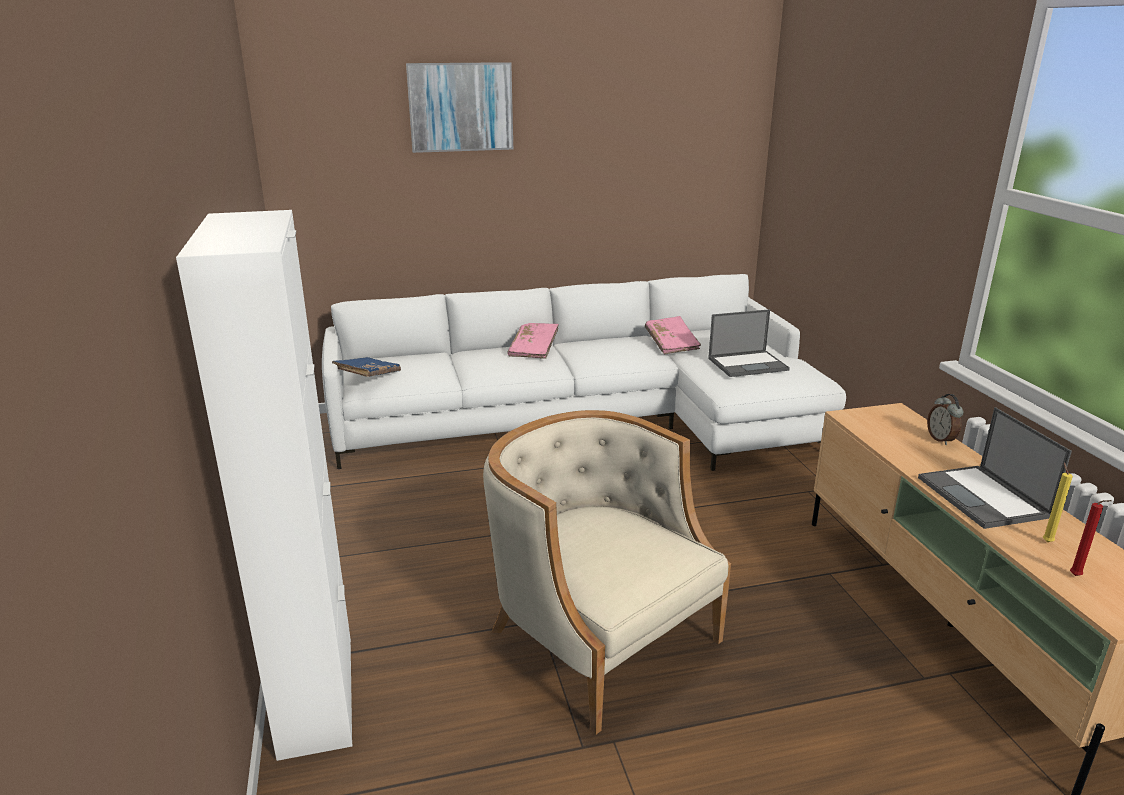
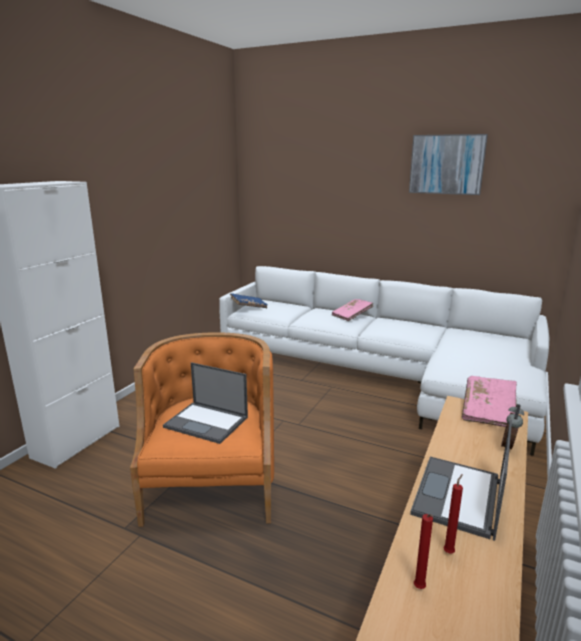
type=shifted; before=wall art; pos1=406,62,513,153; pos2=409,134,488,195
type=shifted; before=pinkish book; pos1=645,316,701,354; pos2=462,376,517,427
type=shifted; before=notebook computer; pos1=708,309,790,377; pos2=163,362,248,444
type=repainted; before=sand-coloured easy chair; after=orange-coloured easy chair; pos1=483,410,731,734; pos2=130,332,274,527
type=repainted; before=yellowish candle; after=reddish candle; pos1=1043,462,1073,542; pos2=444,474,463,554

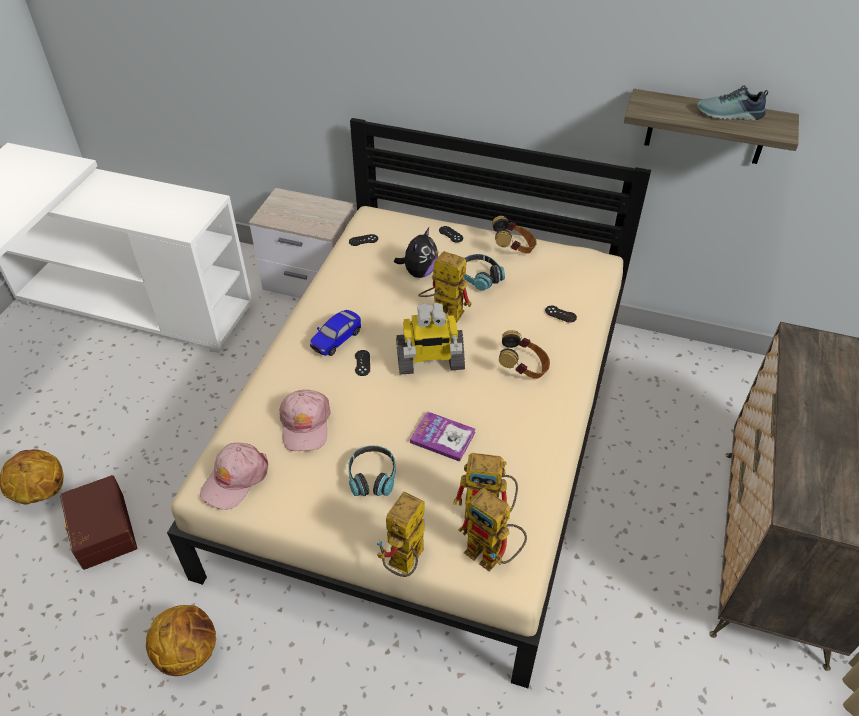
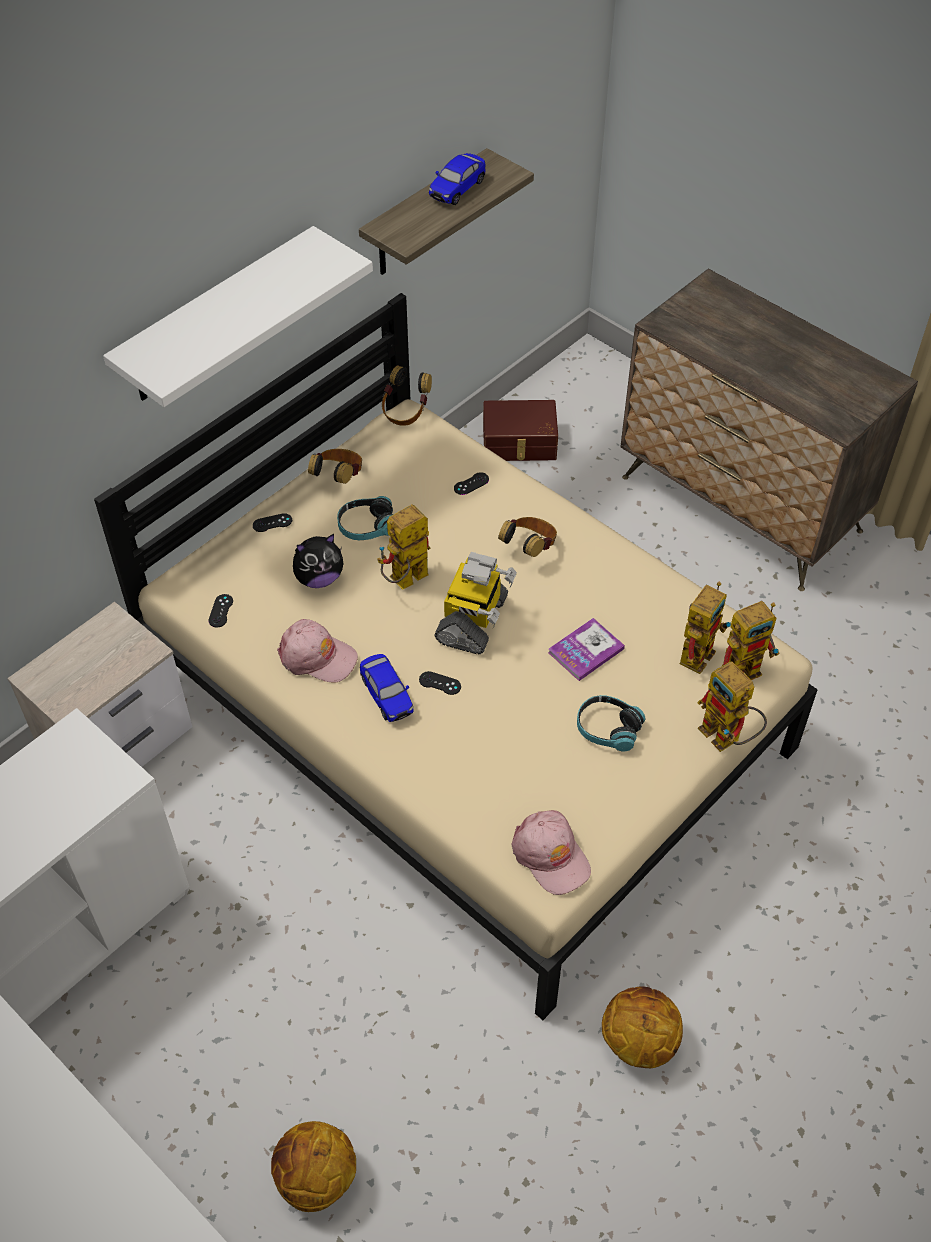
type=new; after=white bracket shelf; pos2=103,226,373,407
type=new; after=headset; pos2=382,365,432,426
type=shifted; before=brown storage bin; pos1=60,475,137,570; pos2=483,400,558,461
type=shifted; before=pinkish baseball cap; pos1=279,390,331,451; pos2=277,619,358,683
type=swapped; before=item of footwear; after=toy car; pos1=697,85,768,120; pos2=429,153,485,205
type=rotated; before=cuddly toy; pos1=394,228,438,278; pos2=293,534,343,588; turn=105

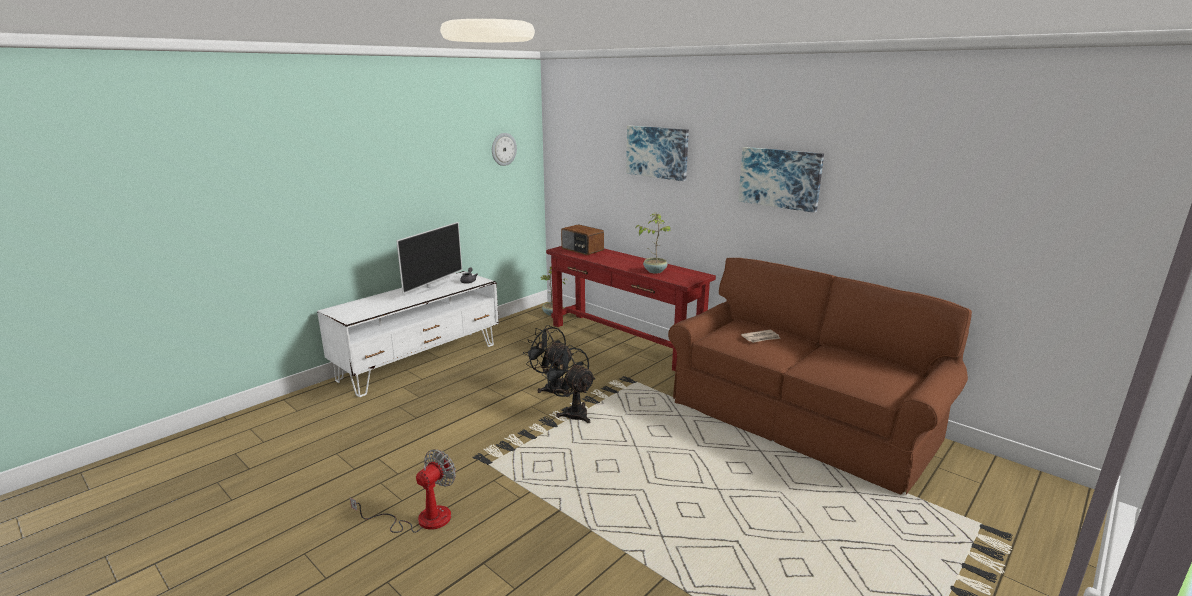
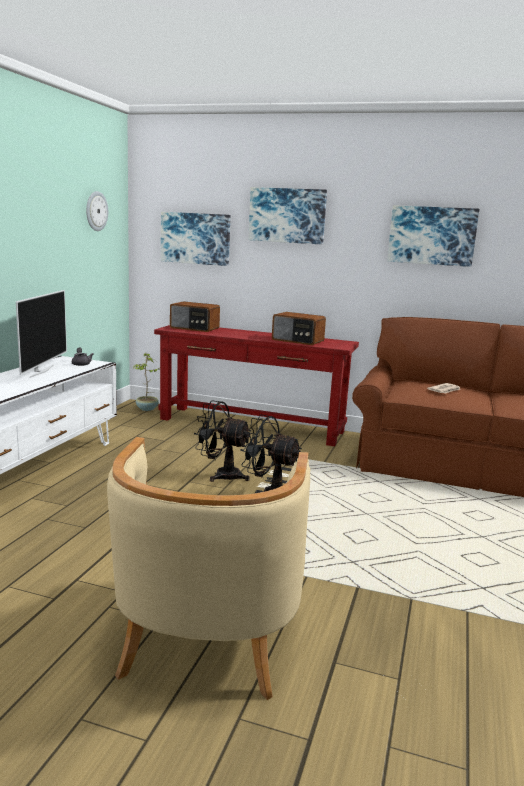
type=new; after=wall art; pos2=161,212,230,266
type=swapped; before=cooling fan; after=sand-coloured easy chair; pos1=350,449,456,533; pos2=107,437,310,700
type=swapped; before=houseplant; after=radio; pos1=636,212,672,274; pos2=272,312,326,345

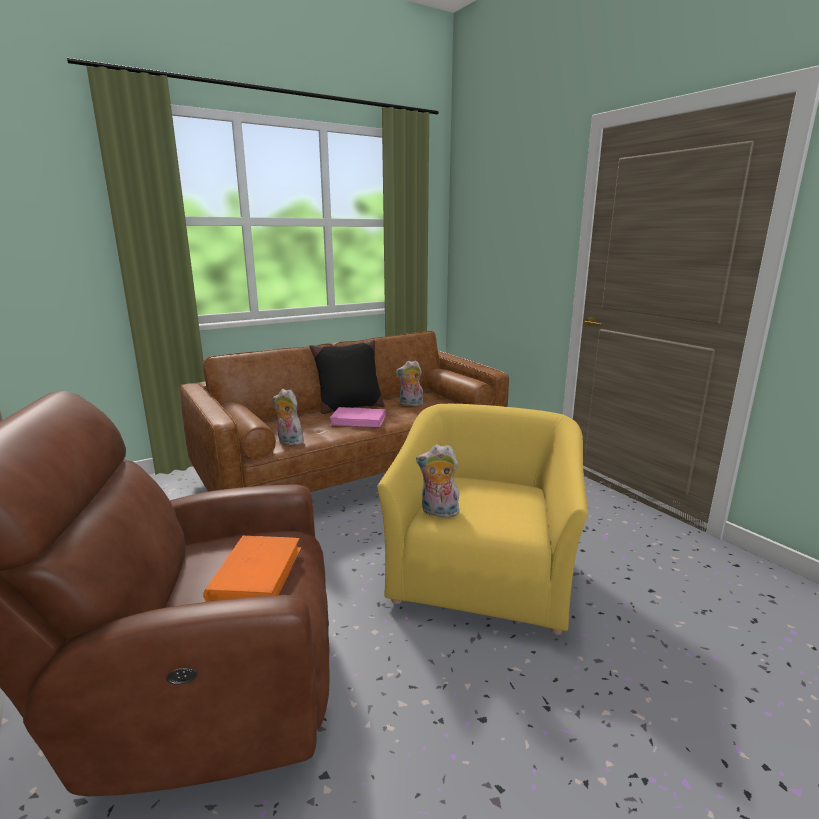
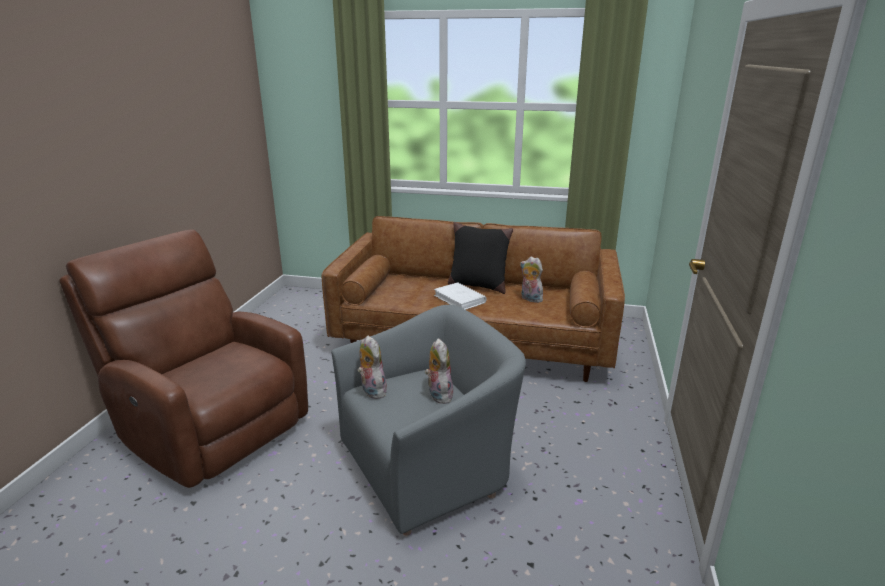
type=gone; before=orange-coloured book; pos1=203,536,302,602
type=shifted; before=cuddly toy; pos1=273,389,304,445; pos2=425,338,453,404
type=repainted; before=pinkish book; after=white book; pos1=330,407,386,428; pos2=434,282,486,310
type=repainted; before=yellowish easy chair; after=grey easy chair; pos1=377,404,588,634; pos2=331,305,526,536

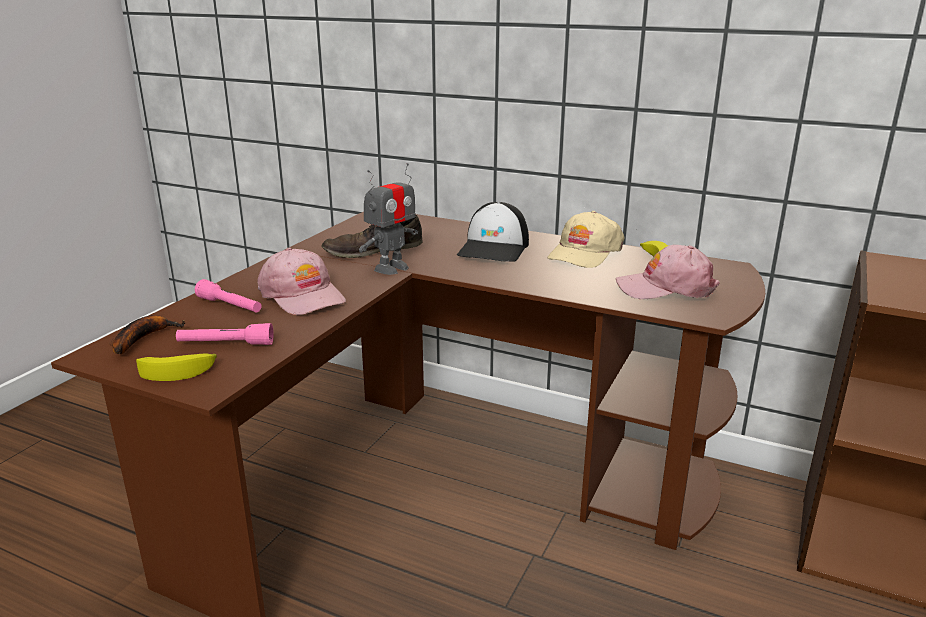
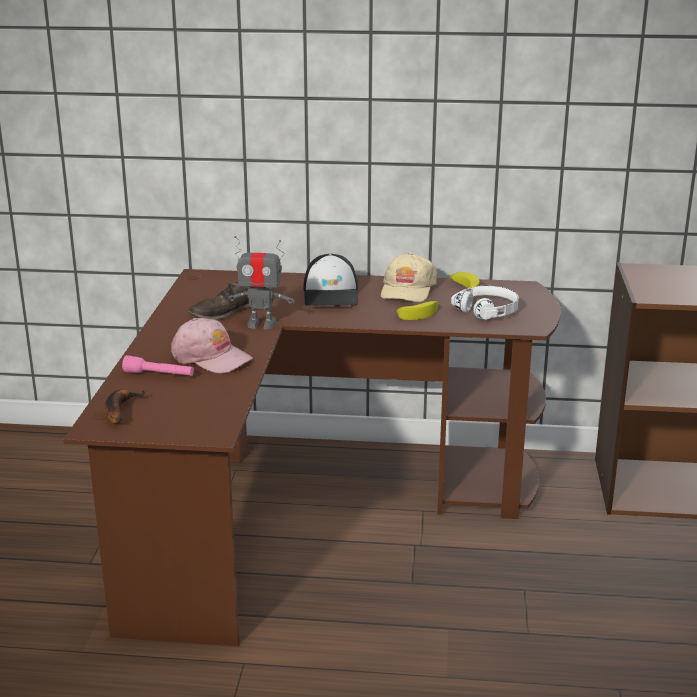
type=gone; before=pinkish flashlight; pos1=176,323,274,345
type=shifted; before=whole banana; pos1=136,354,217,381; pos2=394,301,438,320
type=swapped; before=pinkish baseball cap; after=white headset; pos1=616,245,720,299; pos2=451,286,519,320
type=rotated; before=model robot; pos1=359,163,418,275; pos2=228,236,295,329; turn=75

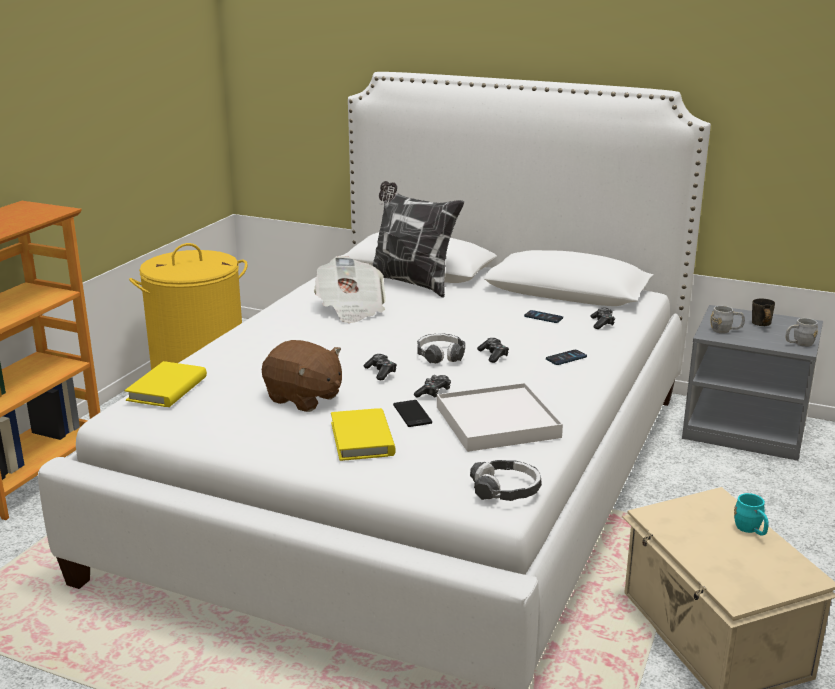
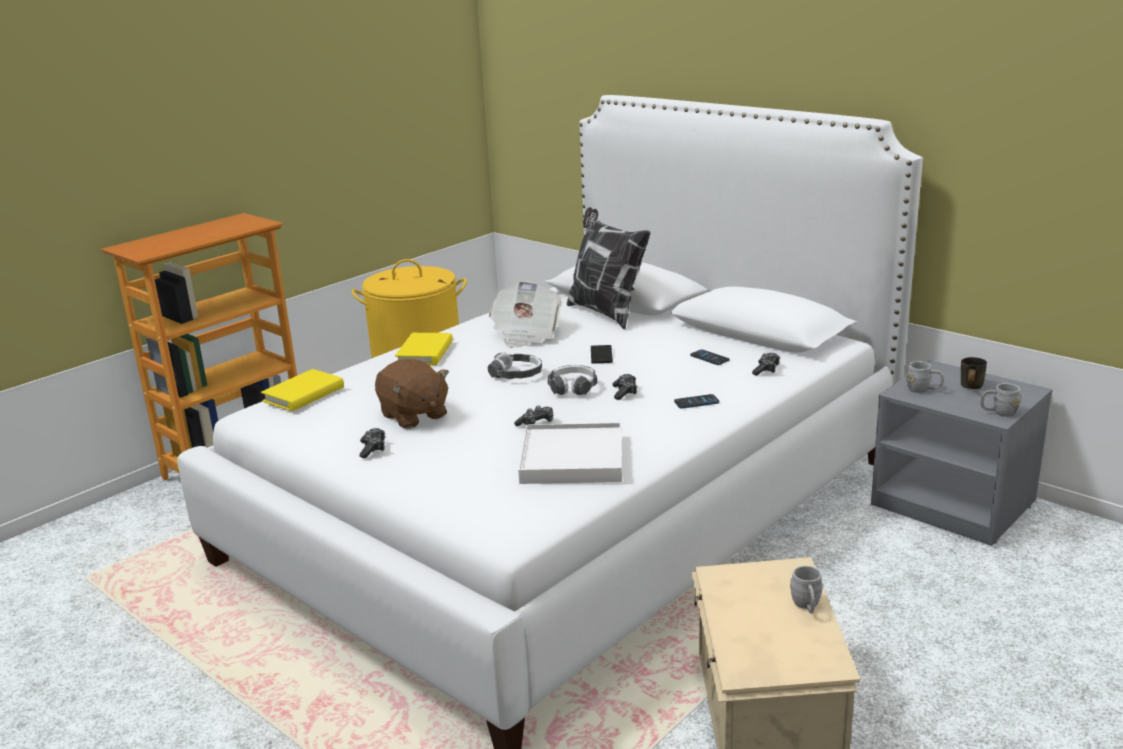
type=shifted; before=yellowish book; pos1=331,408,396,461; pos2=395,333,453,365
type=shifted; before=game controller; pos1=363,354,397,380; pos2=359,428,385,458
type=shifted; before=telephone; pos1=393,400,432,427; pos2=591,345,613,364
type=shifted; before=headset; pos1=470,460,542,501; pos2=488,352,542,379
type=repainted; before=turquoise-coloured mug; after=grey mug; pos1=734,493,769,536; pos2=790,566,823,613

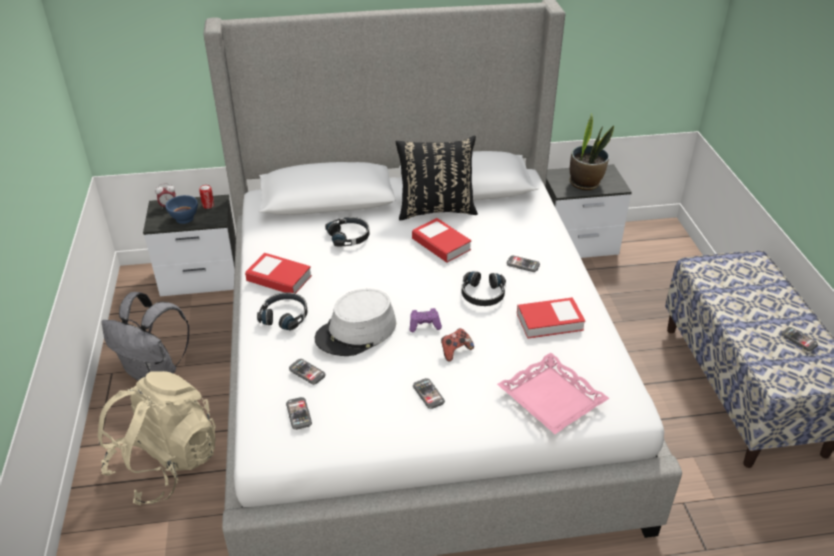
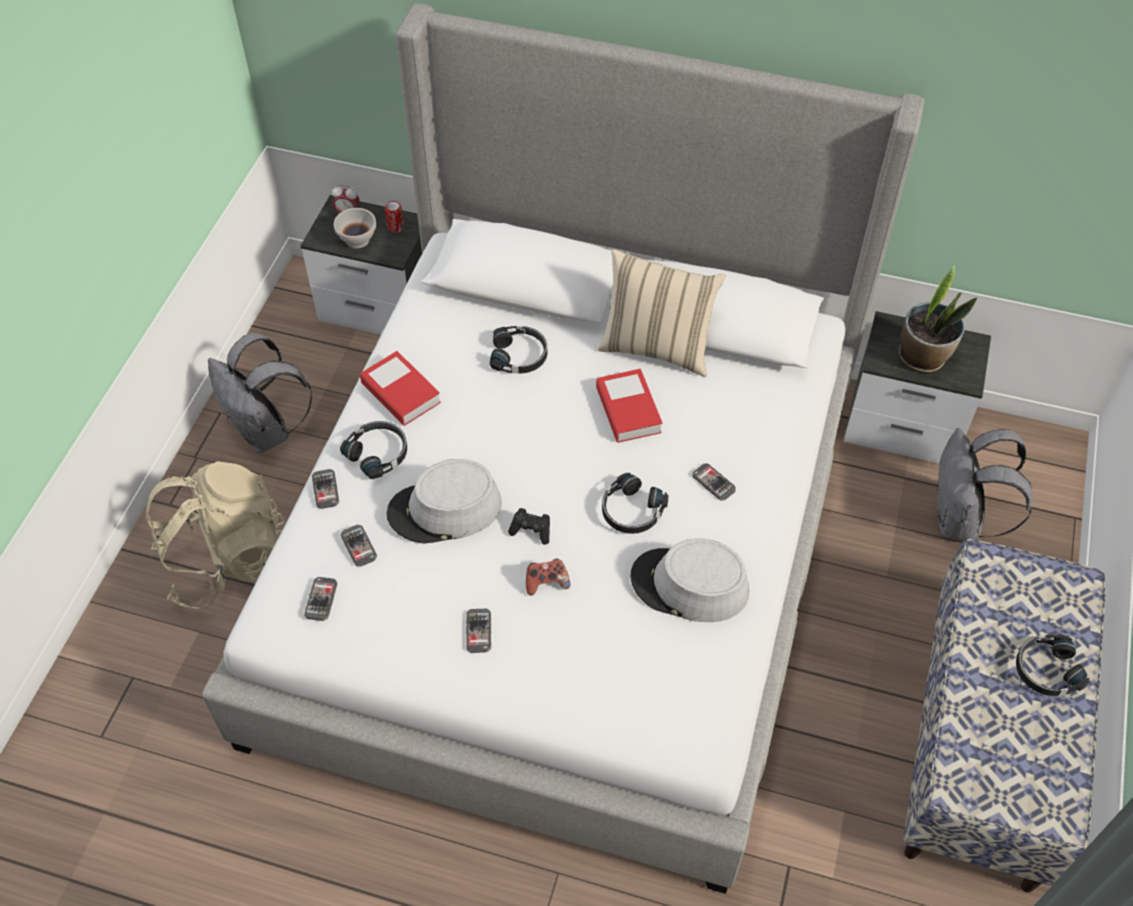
type=gone; before=pinkish serving tray; pos1=497,353,610,434
type=new; after=grey backpack; pos2=936,428,1032,540
type=new; after=blackish headset; pos2=1016,634,1089,696
type=shifted; before=telephone; pos1=781,327,818,351; pos2=312,469,339,509
type=swapped; before=book; after=grey wearable hat; pos1=517,297,585,338; pos2=630,538,749,622
type=repainted; before=blue deep dish; after=white deep dish; pos1=166,195,198,224; pos2=334,208,376,248
type=repainted; before=blackish pillow; after=sand-coloured pillow; pos1=396,136,478,221; pos2=597,249,725,377
type=repainted; before=purple-coloured game controller; after=blackish game controller; pos1=410,308,442,332; pos2=508,508,550,544

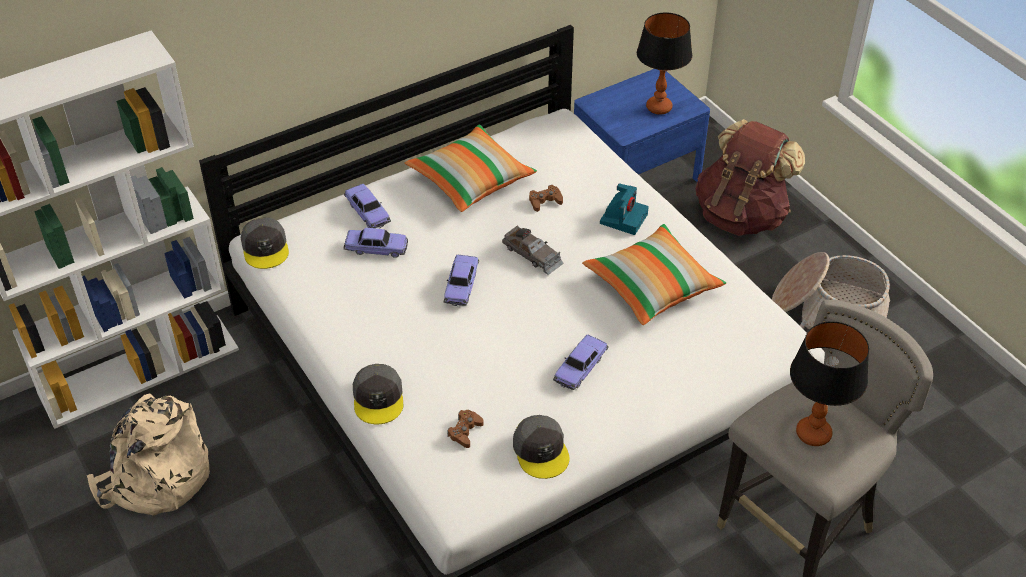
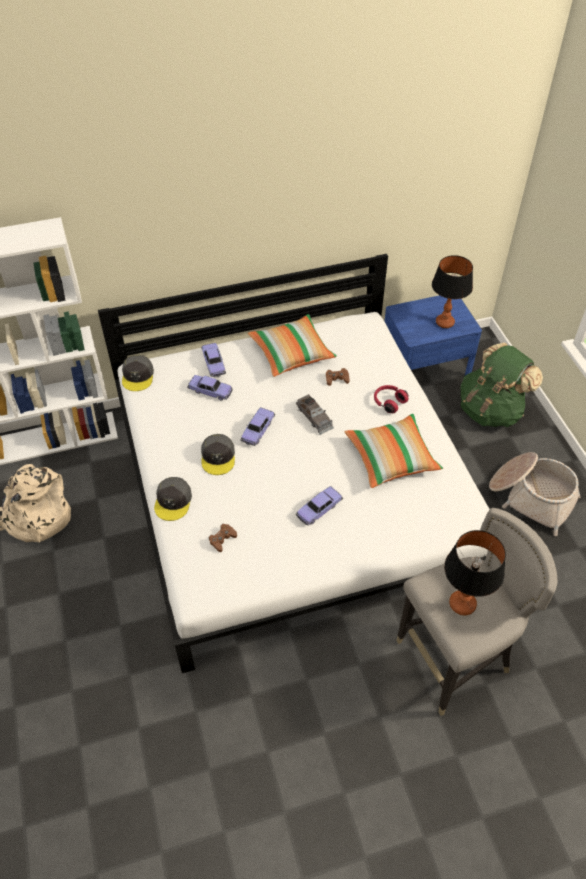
type=shifted; before=grey baseball cap; pos1=513,415,570,479; pos2=201,434,235,475
type=swapped; before=still camera; after=reddish headset; pos1=600,183,649,235; pos2=374,385,408,413
type=repainted; before=brown backpack; after=greenish backpack; pos1=696,119,805,236; pos2=460,342,543,427

